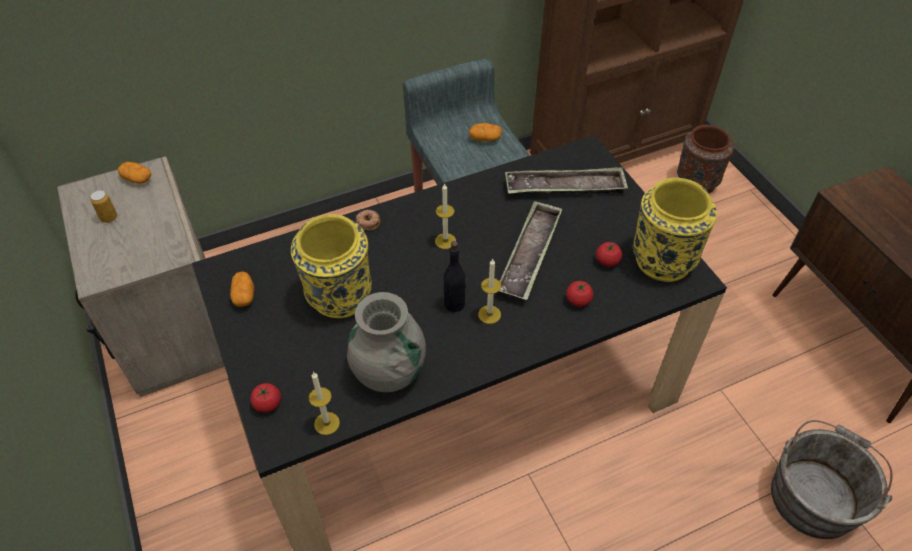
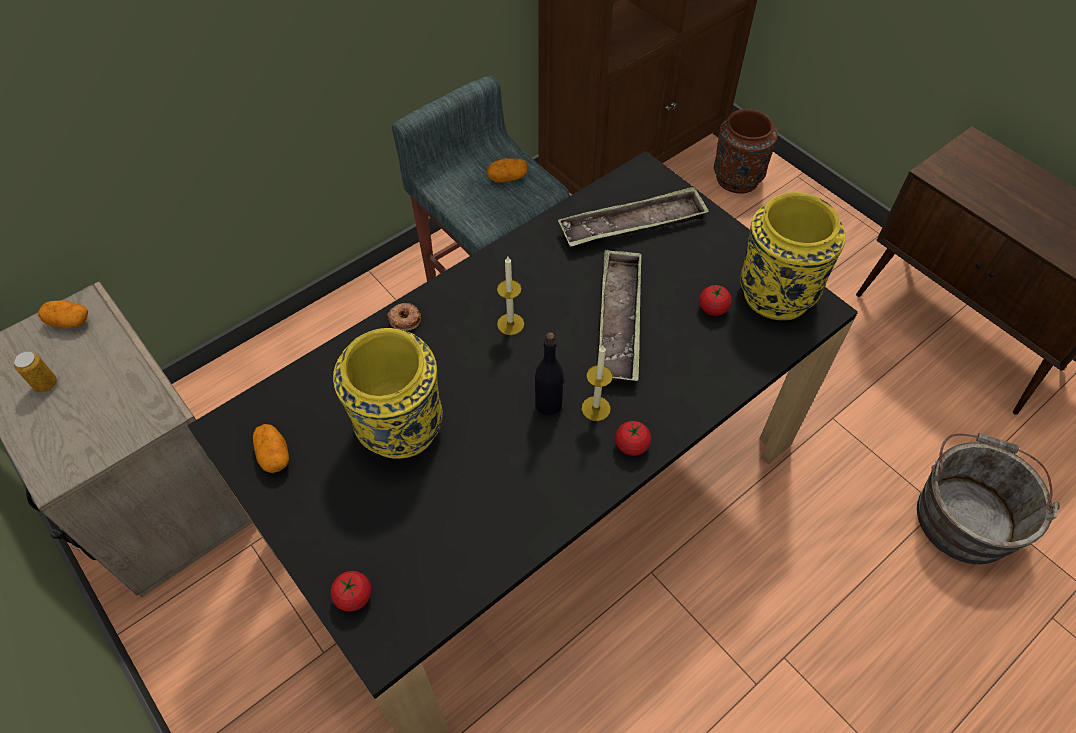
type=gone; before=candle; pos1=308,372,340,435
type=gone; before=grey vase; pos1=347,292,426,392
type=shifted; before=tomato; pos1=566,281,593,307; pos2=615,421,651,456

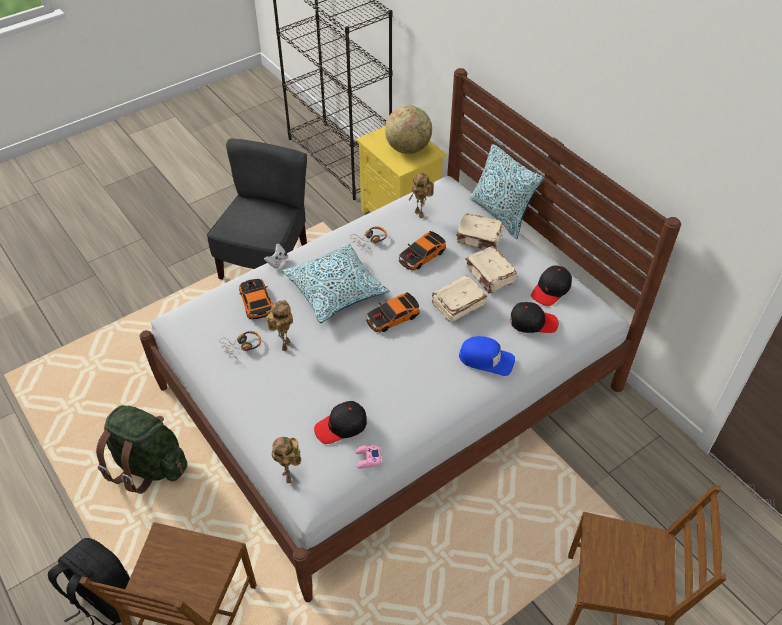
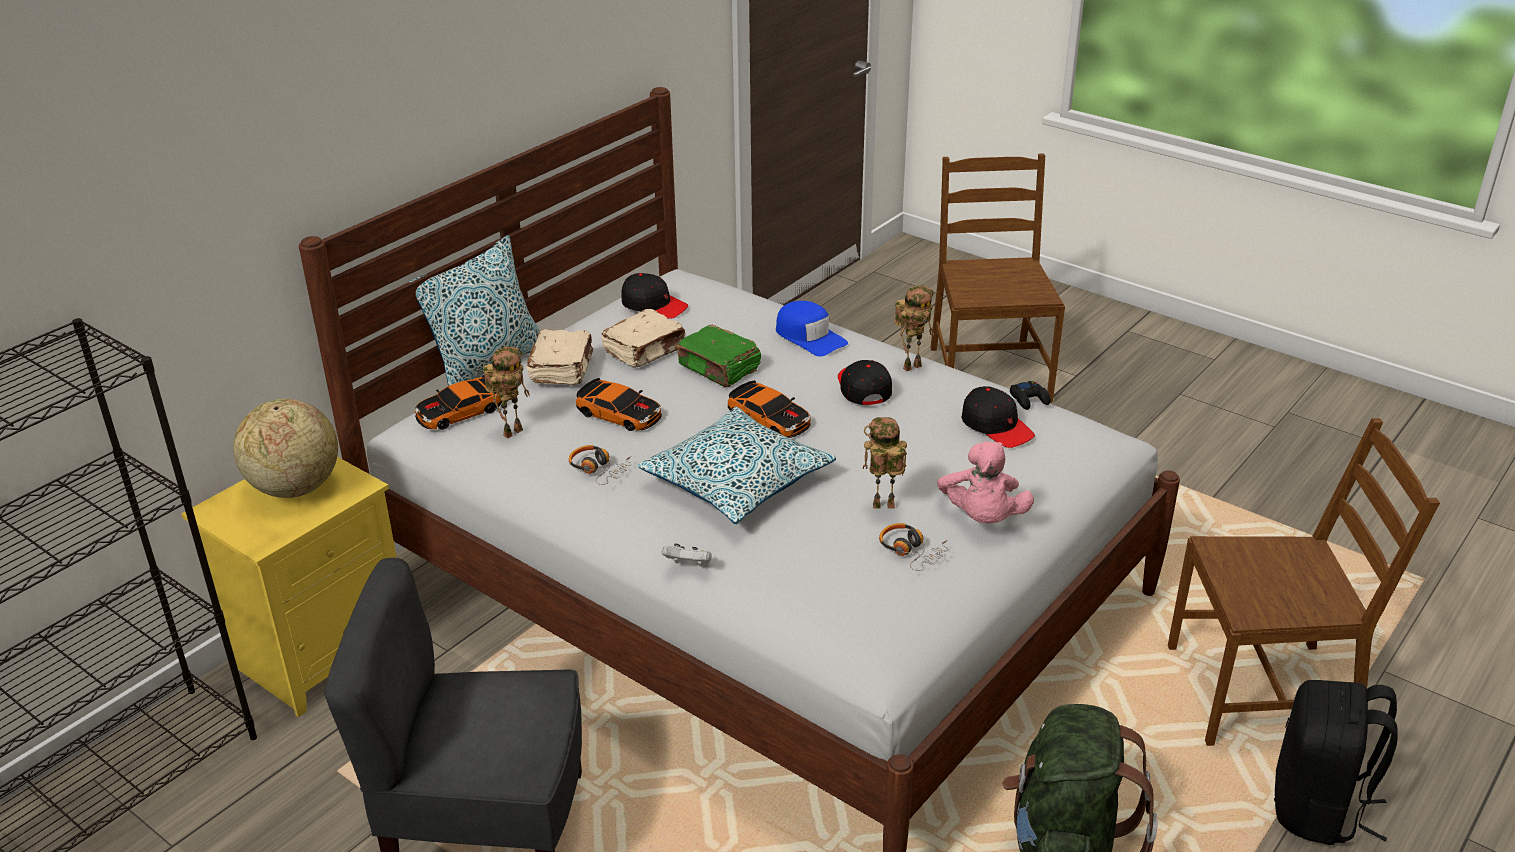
type=new; after=pinkish cuddly toy; pos2=937,441,1034,524
type=shifted; before=toy car; pos1=239,279,274,320; pos2=415,375,502,430
type=shifted; before=model robot; pos1=272,437,302,483; pos2=894,285,934,371
type=shifted; before=blackish baseball cap; pos1=510,302,559,333; pos2=838,360,892,405
type=repainted; before=pinkish game controller; after=blackish game controller; pos1=355,445,382,469; pos2=1010,381,1051,410
type=repainted; before=sand-coloured book; after=greenish book; pos1=431,275,487,322; pos2=675,325,761,387
type=rotated; before=blue baseball cap; pos1=459,336,515,376; pos2=776,301,848,357; turn=135

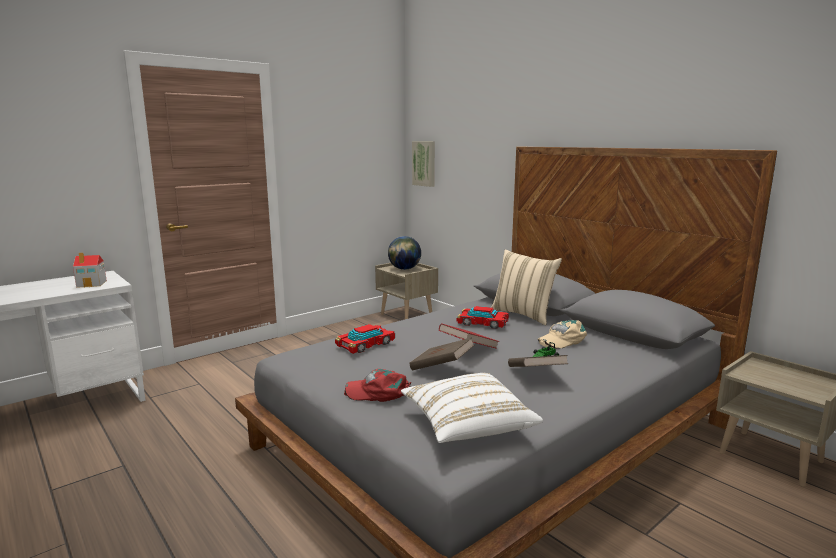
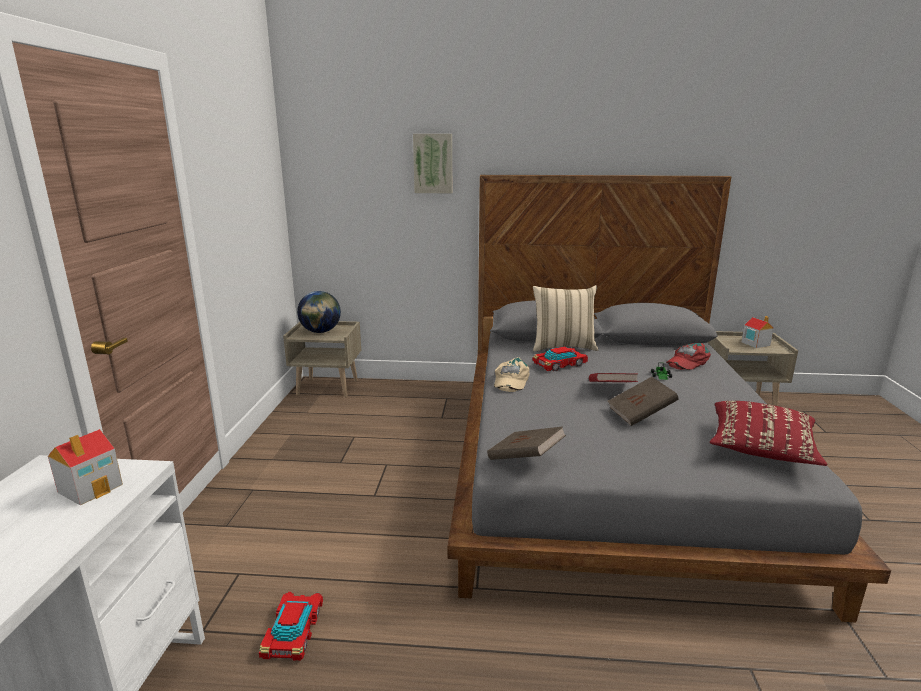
type=new; after=miniature house; pos2=742,316,774,348
type=shifted; before=toy car; pos1=335,324,395,354; pos2=259,592,323,660
type=shifted; before=reddish baseball cap; pos1=344,369,411,402; pos2=666,343,711,370
type=shifted; before=wall art; pos1=412,141,435,187; pos2=413,134,452,193
type=shifted; before=brown book; pos1=508,355,568,367; pos2=487,426,566,460
type=shifted; before=sand-coloured baseball cap; pos1=538,320,587,349; pos2=494,357,529,392
type=repainted; before=white pillow; after=reddish pillow; pos1=401,373,543,443; pos2=710,401,827,466

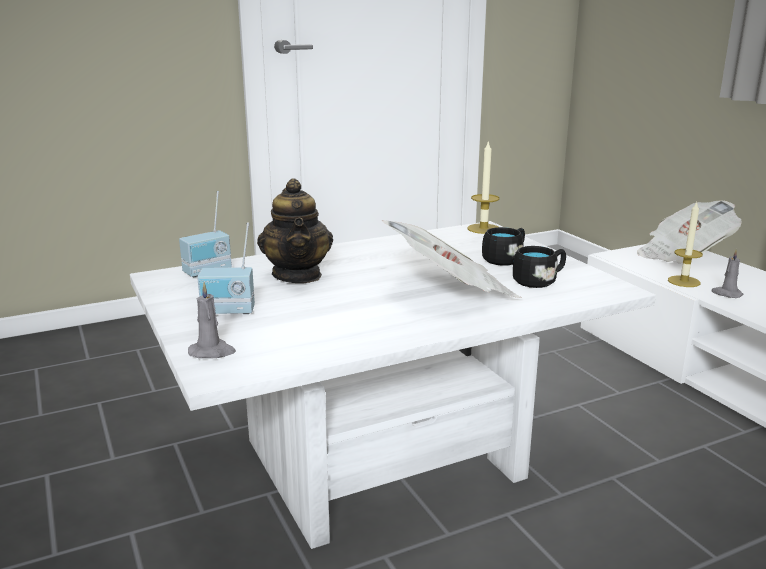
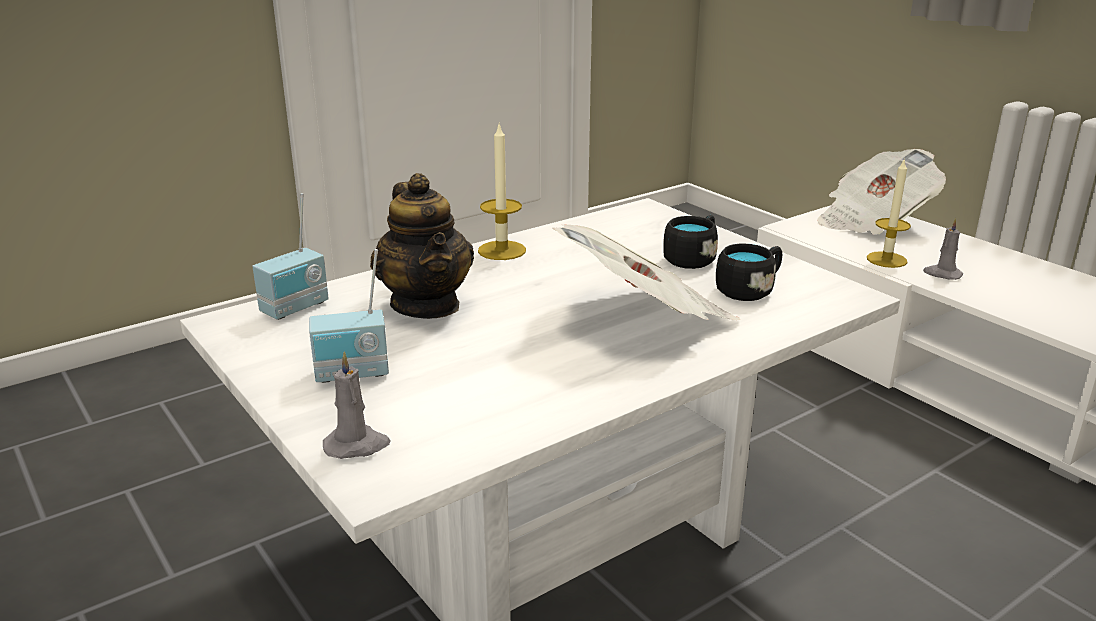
type=shifted; before=candle; pos1=467,140,500,234; pos2=478,122,526,260

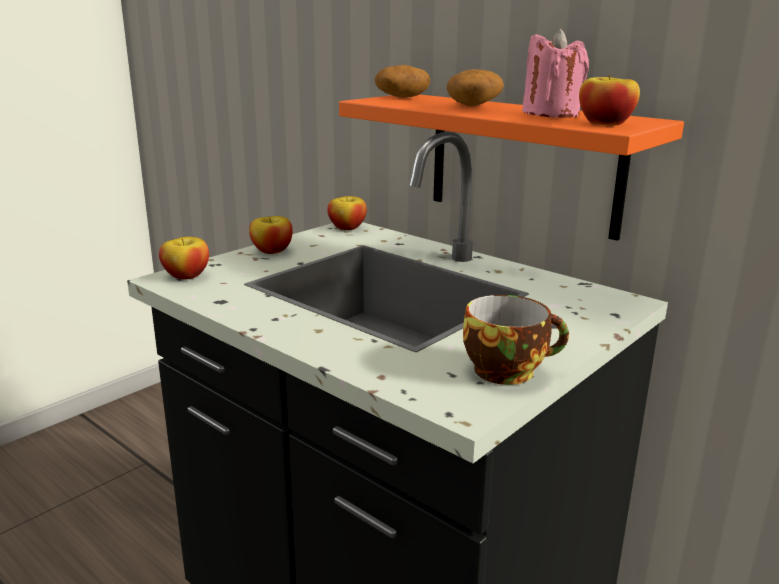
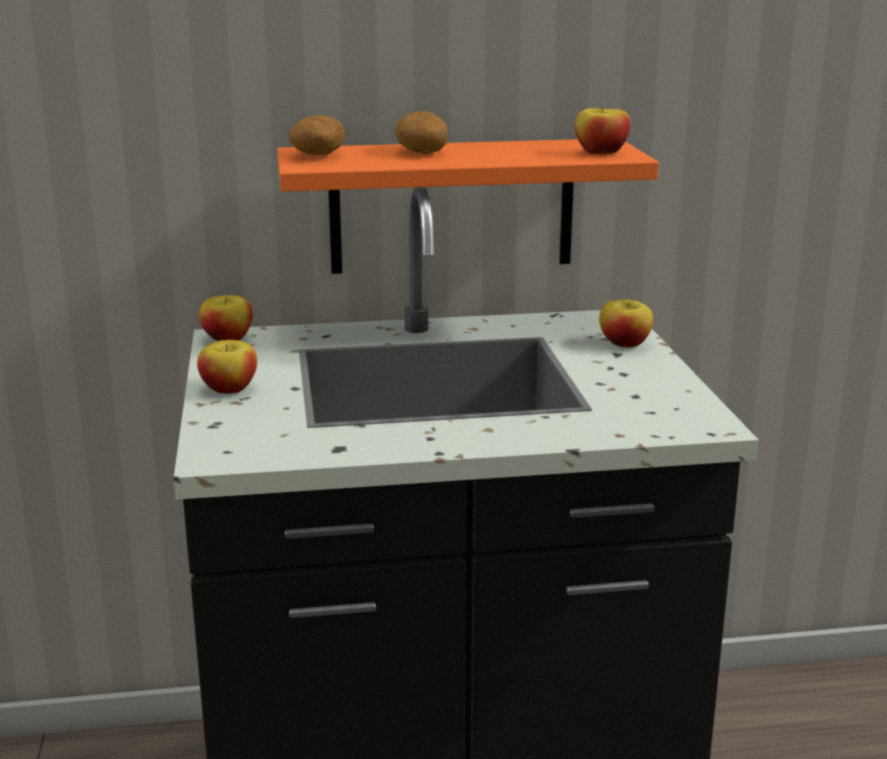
type=gone; before=small cup; pos1=463,295,569,385
type=gone; before=pinkish candle; pos1=522,28,589,118
type=shifted; before=whole apple; pos1=159,237,209,279; pos2=599,300,654,348

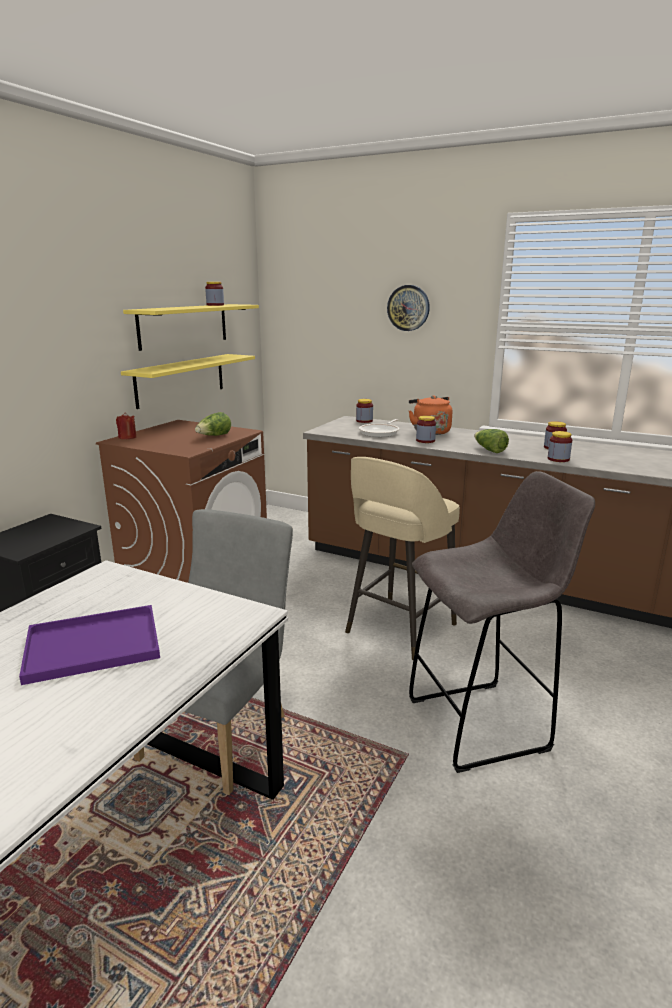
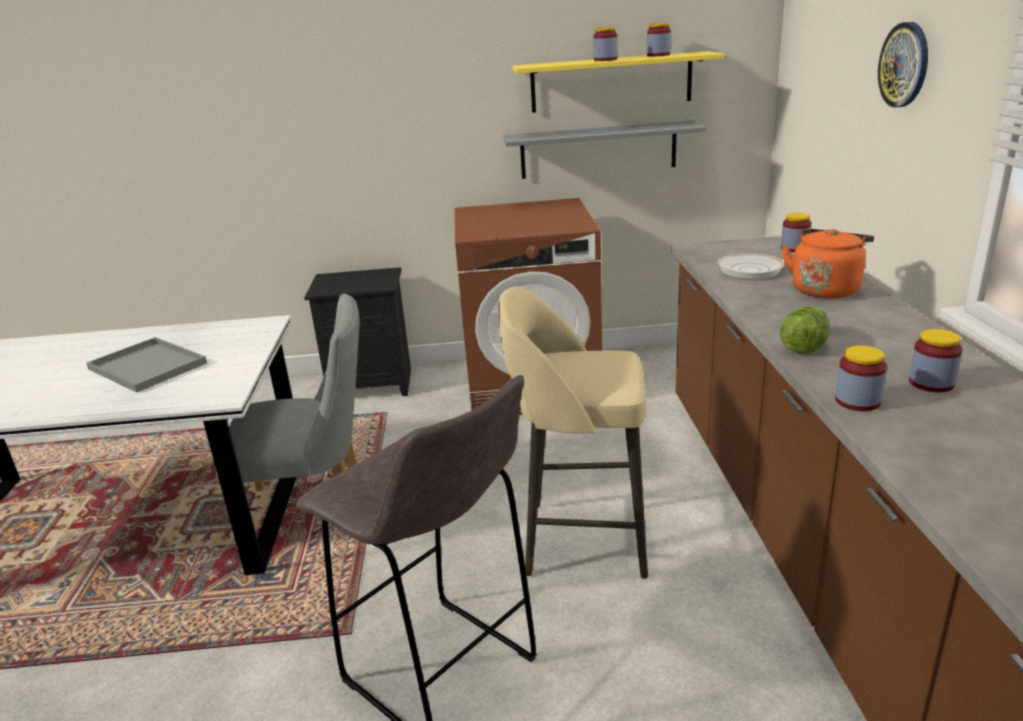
type=gone; before=reddish candle; pos1=116,412,136,439
type=gone; before=lettuce; pos1=195,412,231,436
type=shifted; before=jar; pos1=416,415,436,443; pos2=593,27,617,61
type=repainted; before=purple-coloured serving tray; after=grey serving tray; pos1=19,605,160,685; pos2=86,337,207,393
type=repainted; before=yellowish bracket shelf; after=grey bracket shelf; pos1=121,354,255,409; pos2=503,121,706,179

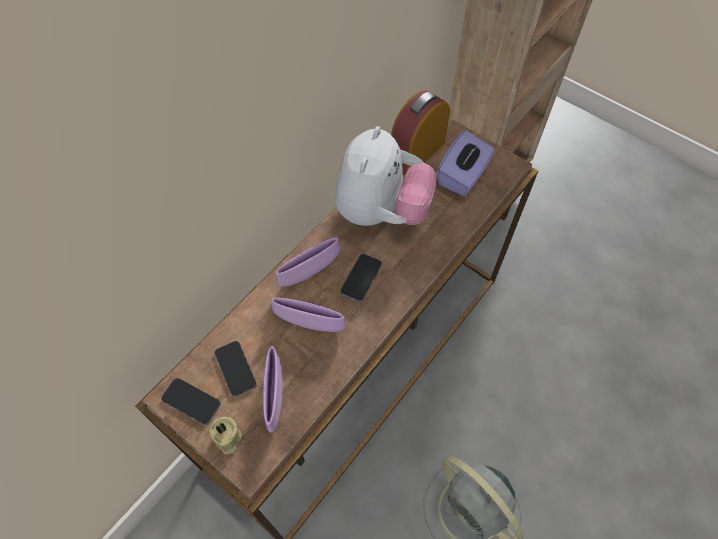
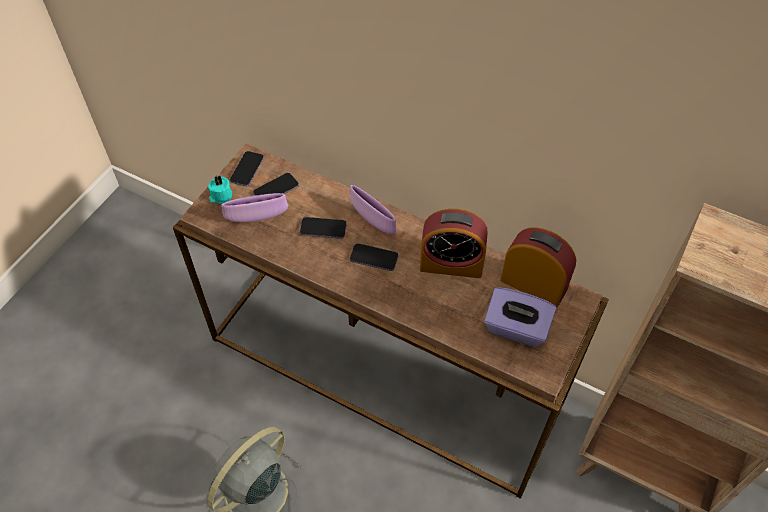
type=swapped; before=purple-coloured deep dish; after=telephone; pos1=271,298,346,332; pos2=300,217,347,239
type=swapped; before=cuddly toy; after=bedside clock; pos1=335,126,437,226; pos2=420,209,487,278
type=repainted; before=sand-coloured candle; after=turquoise-coloured candle; pos1=209,417,242,454; pos2=208,176,232,204

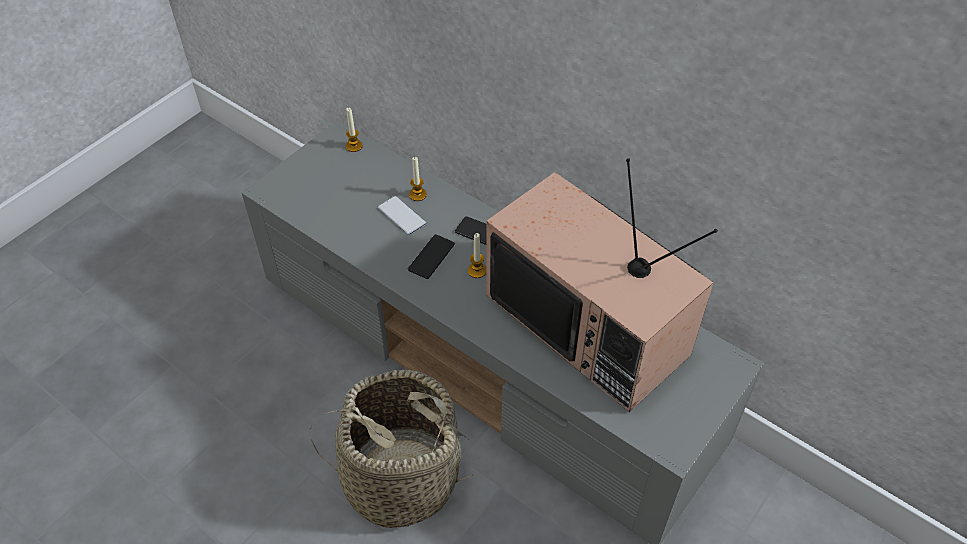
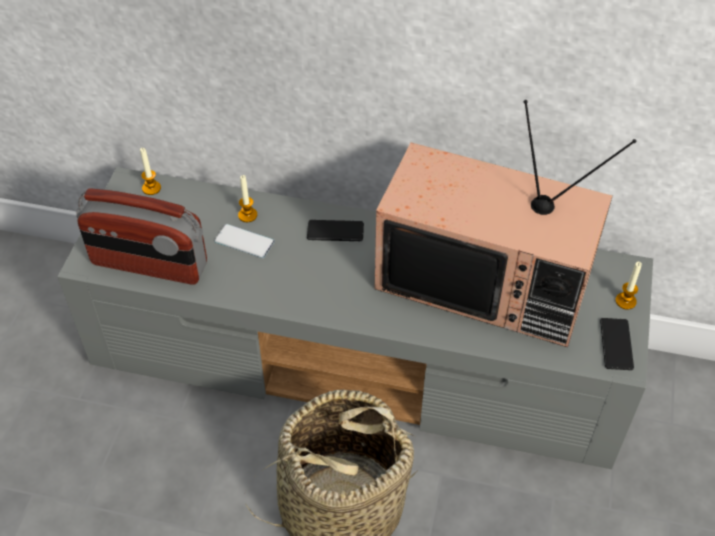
type=new; after=radio; pos2=76,188,207,285
type=shifted; before=telephone; pos1=408,234,455,279; pos2=600,318,634,370
type=shifted; before=candle; pos1=468,233,486,278; pos2=616,262,642,310

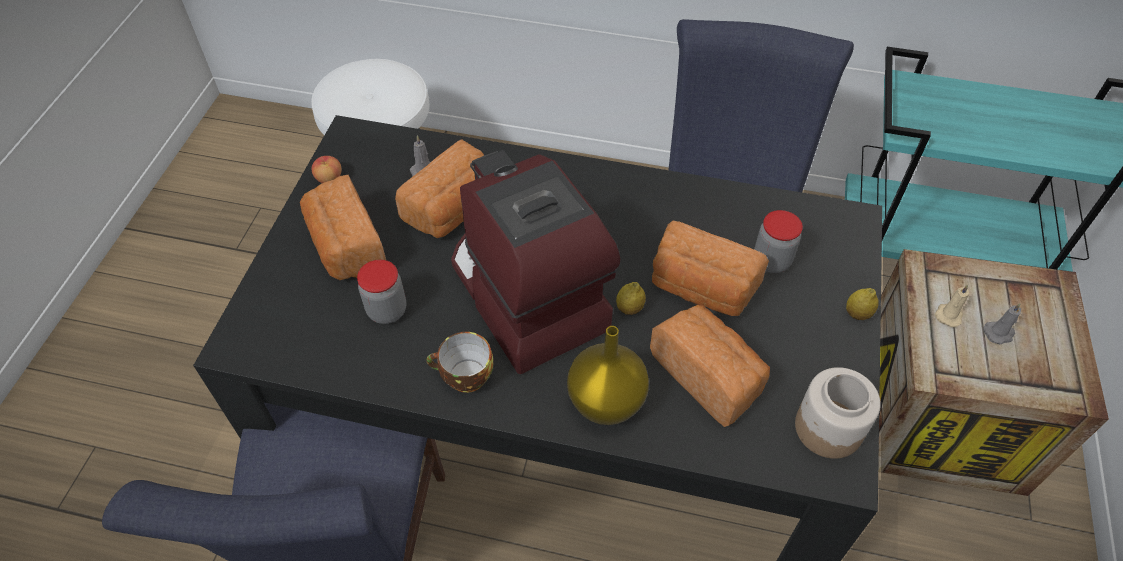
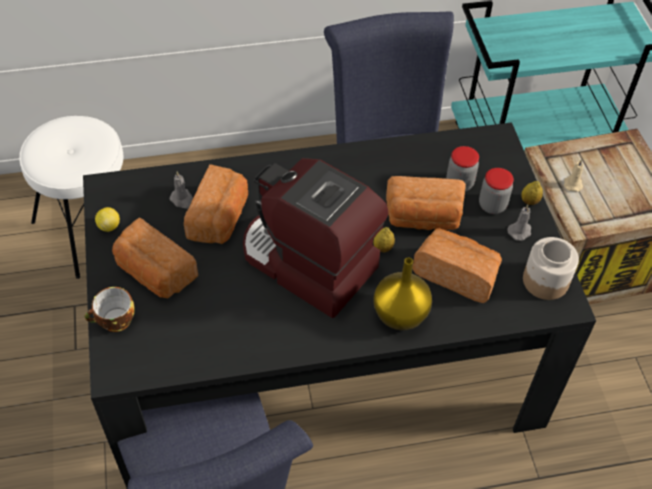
type=shifted; before=jar; pos1=357,260,406,324; pos2=479,168,514,214
type=shifted; before=small cup; pos1=426,332,493,393; pos2=84,287,135,332
type=shifted; before=grey candle; pos1=983,303,1021,345; pos2=507,205,531,241
type=swapped; before=whole apple; after=lemon; pos1=312,156,342,183; pos2=95,207,120,232

